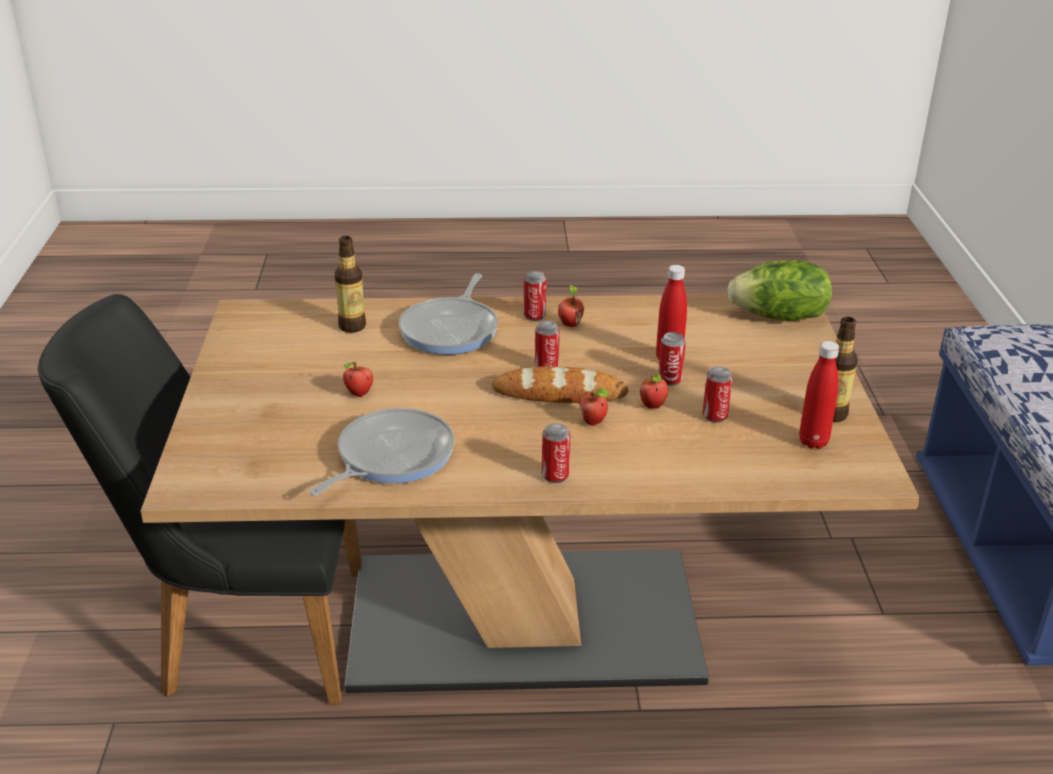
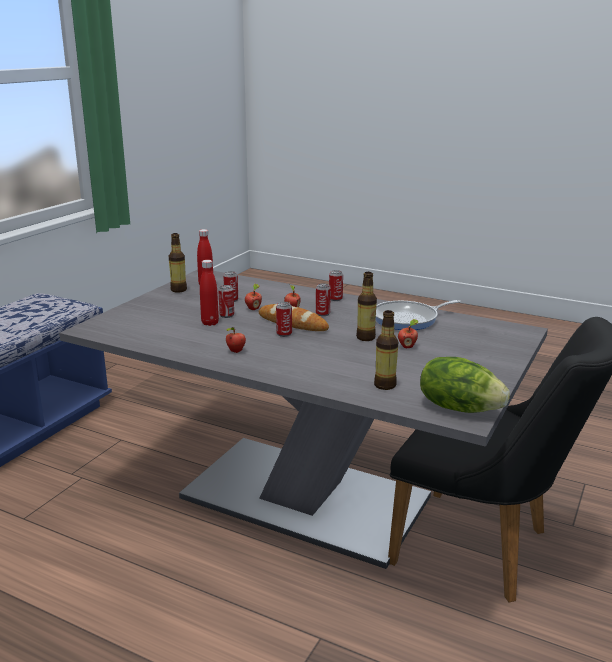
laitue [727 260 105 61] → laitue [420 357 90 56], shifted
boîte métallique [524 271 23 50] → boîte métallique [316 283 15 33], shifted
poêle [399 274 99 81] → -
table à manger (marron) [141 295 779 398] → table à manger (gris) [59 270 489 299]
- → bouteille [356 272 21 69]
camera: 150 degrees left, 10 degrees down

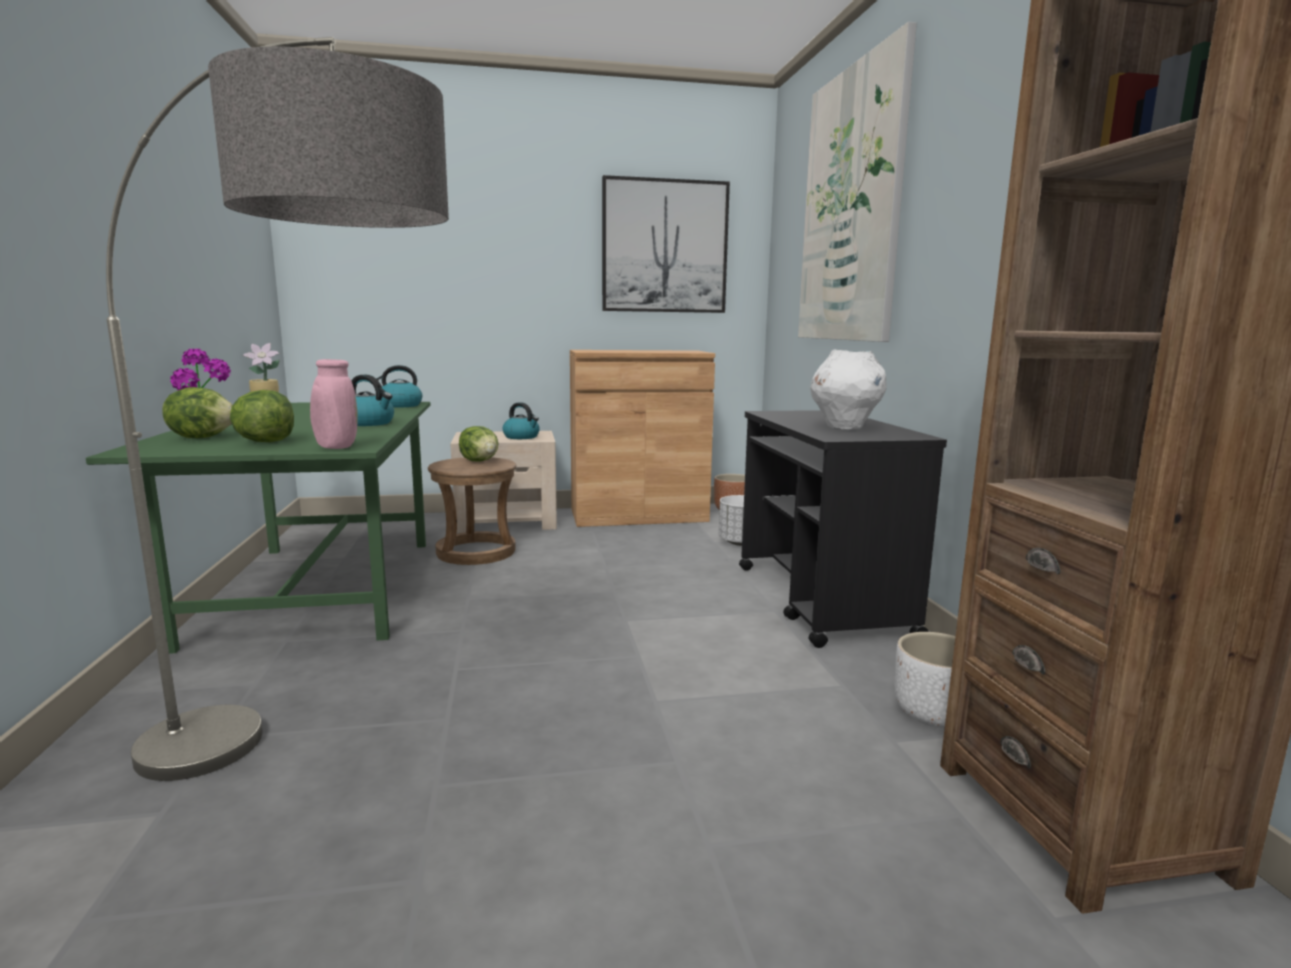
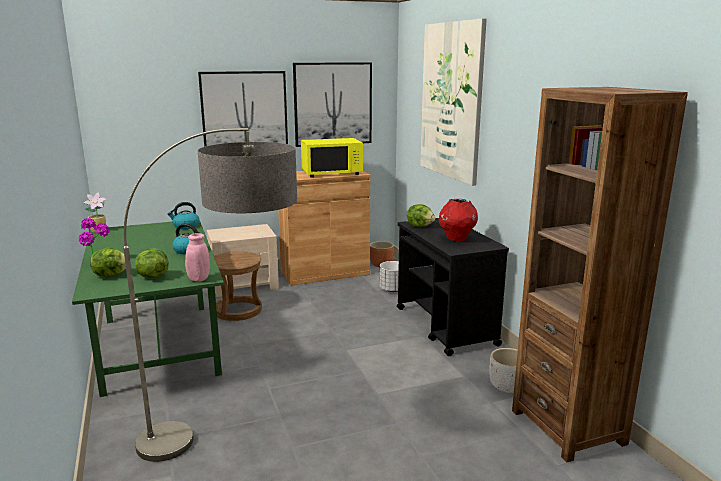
vase (blanc) [810 350 77 80] → vase (rouge) [438 199 40 43]
bouilloire [503 402 37 37] → -
laitue [459 426 40 35] → laitue [407 204 28 23], shifted
- → tableau [198 71 90 76]
- → micro-ondes (jaune) [301 138 62 39]
camera: 10 degrees left, 5 degrees up

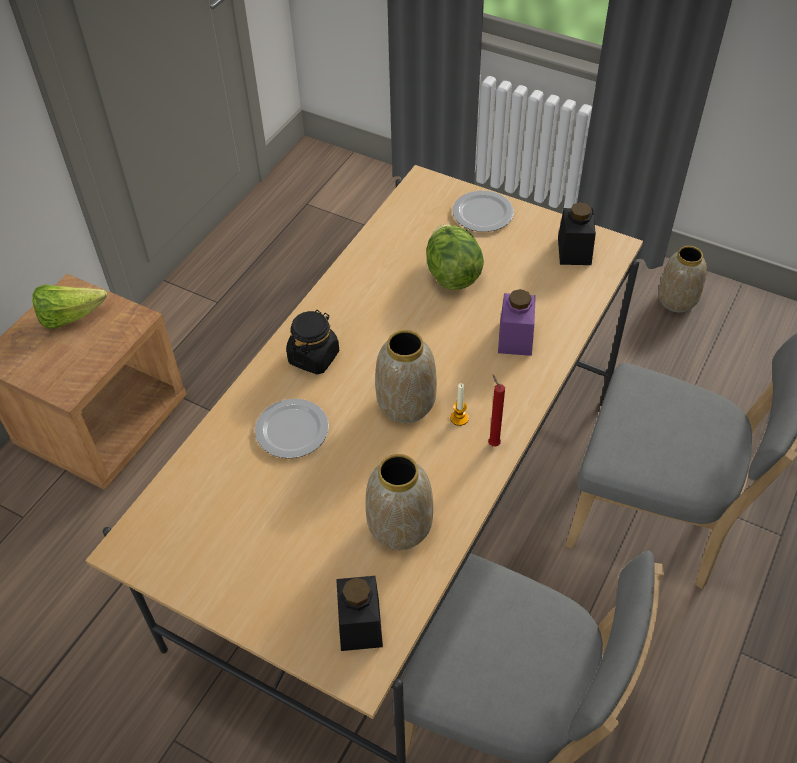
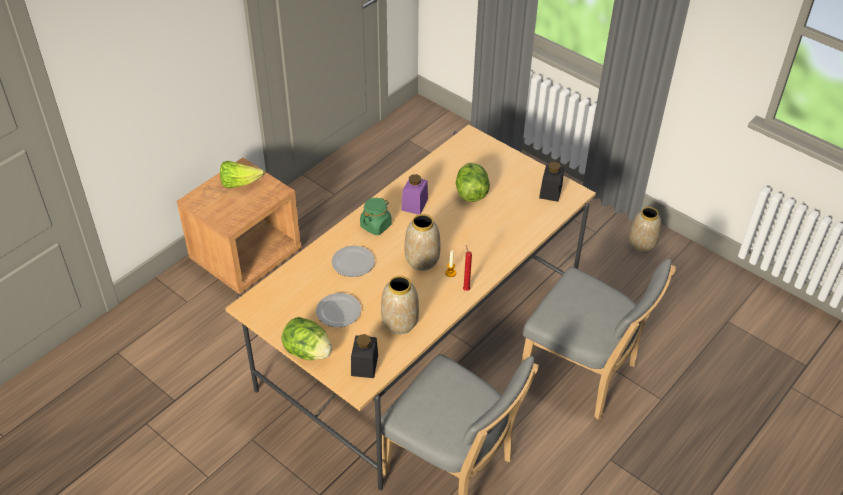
assiette [452 191 62 41] → assiette [316 293 45 34], shifted
bocal (violet) [498 289 38 67] → bocal (violet) [401 174 27 41], shifted
bocal (noir) [286 310 53 64] → bocal (vert) [360 198 31 37]
- → laitue [282 317 50 43]
camera: 10 degrees right, 5 degrees down

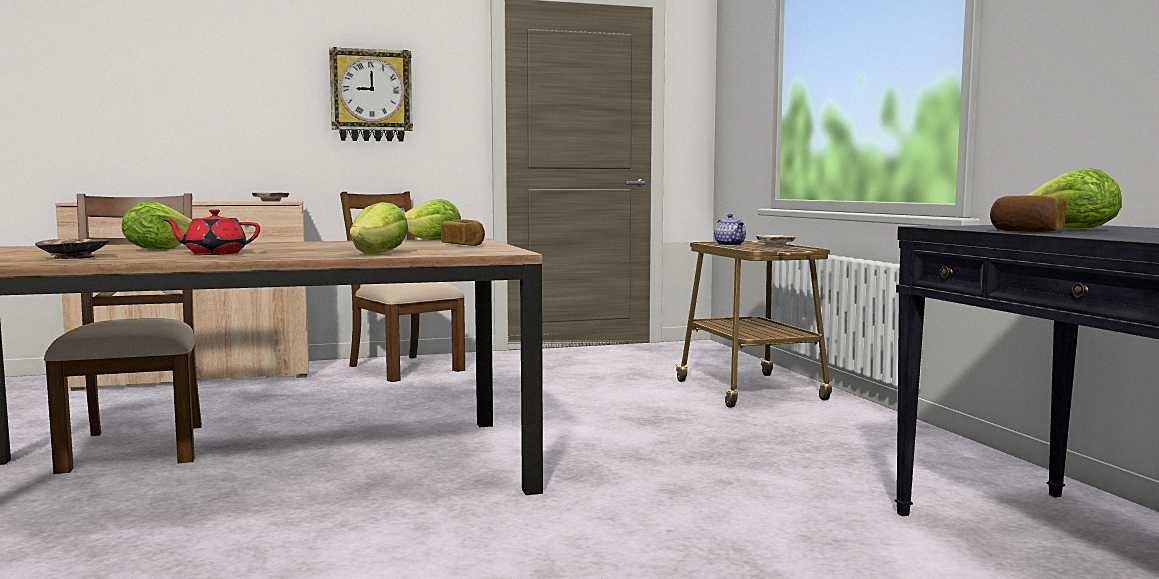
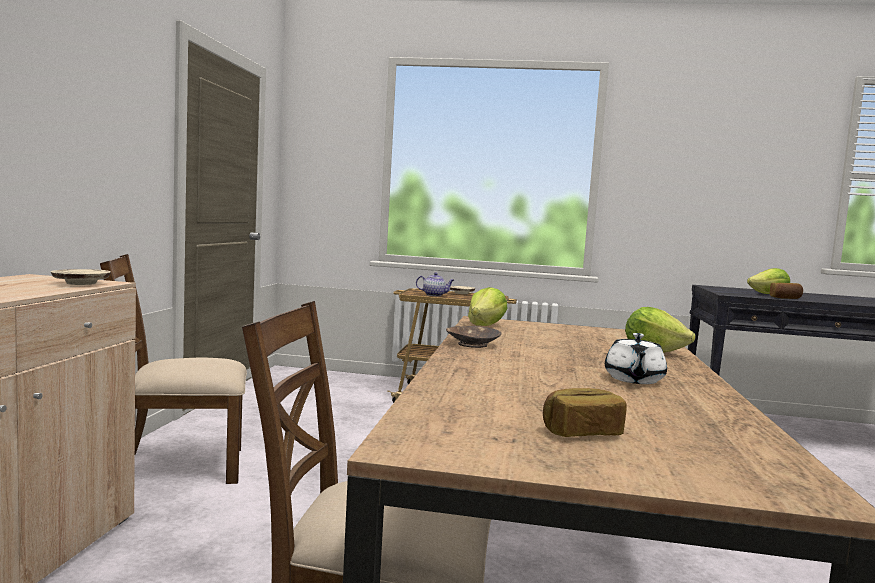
horloge murale [329 47 84 95] → -
laitue [122 201 70 49] → -
théière (rouge) [162 209 98 46] → théière (blanc) [605 333 62 51]
pain [441 220 44 26] → pain [543 388 84 49], shifted
bol (marron) [35 239 76 20] → bol (marron) [446 326 55 22], shifted
camera: 65 degrees left, 0 degrees up

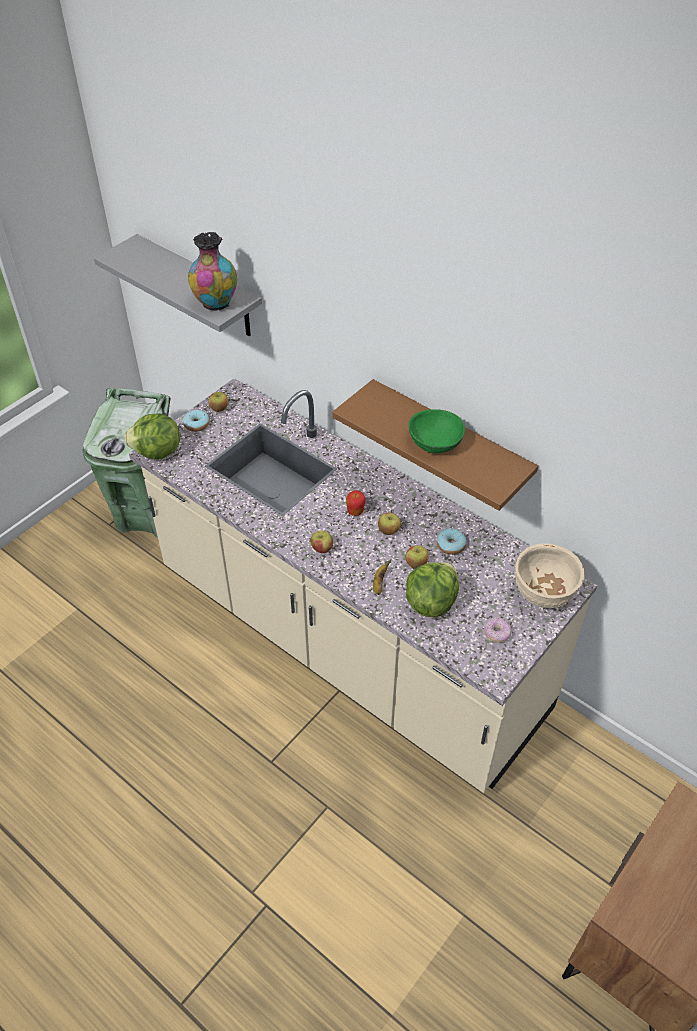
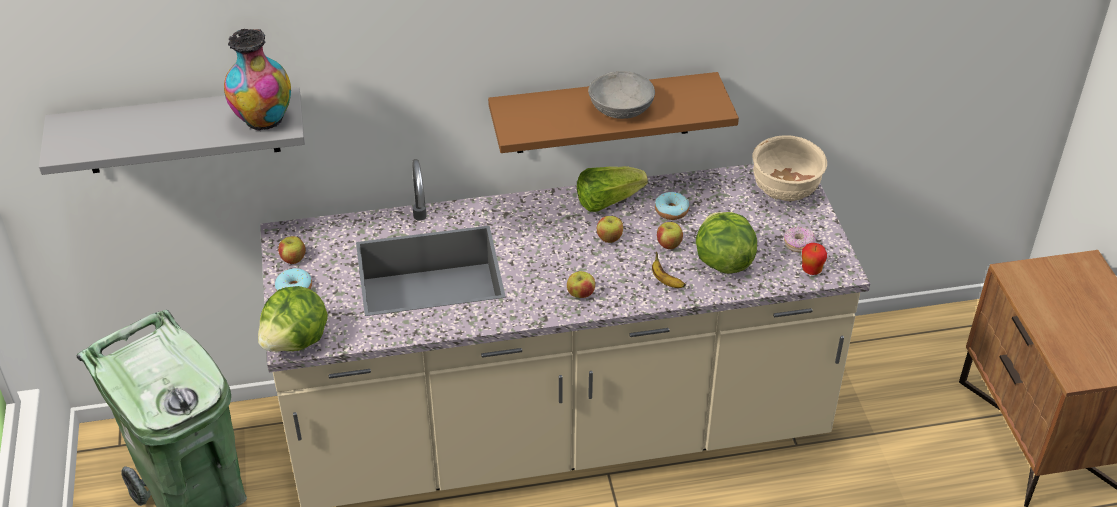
bol (vert) [408 409 57 44] → bol (gris) [588 71 67 48]
pomme [346 490 20 26] → pomme [802 243 25 32], shifted
- → laitue [577 166 71 46]
camera: 50 degrees left, 5 degrees down

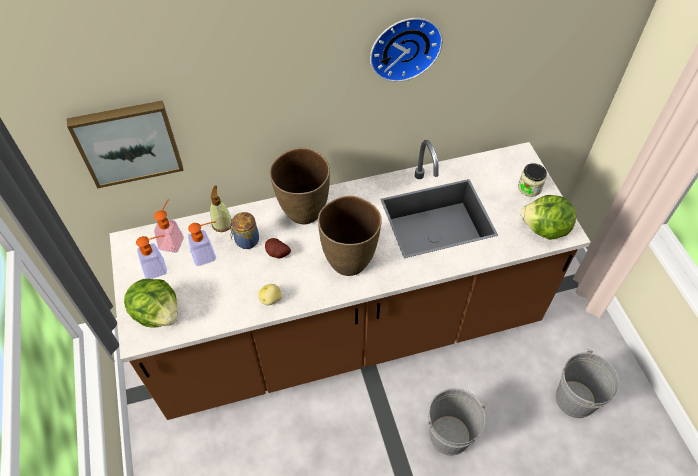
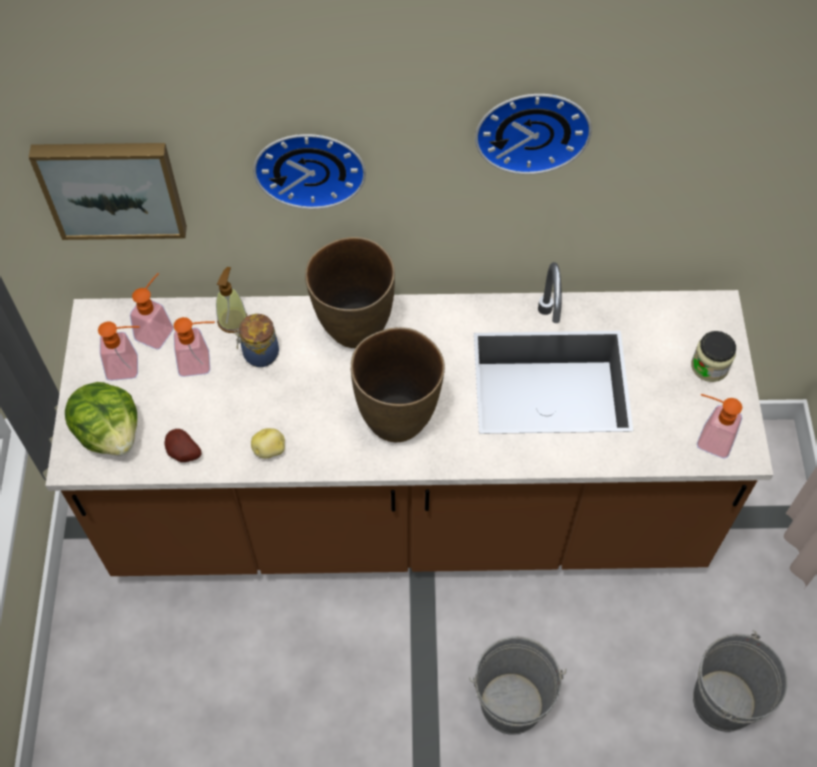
laitue [521 195 55 45] → distributeur de savon [697 394 45 65]
pomme de terre [265 238 26 21] → pomme de terre [164 429 38 33], shifted
- → horloge murale [253 134 113 75]
camera: 15 degrees right, 5 degrees up

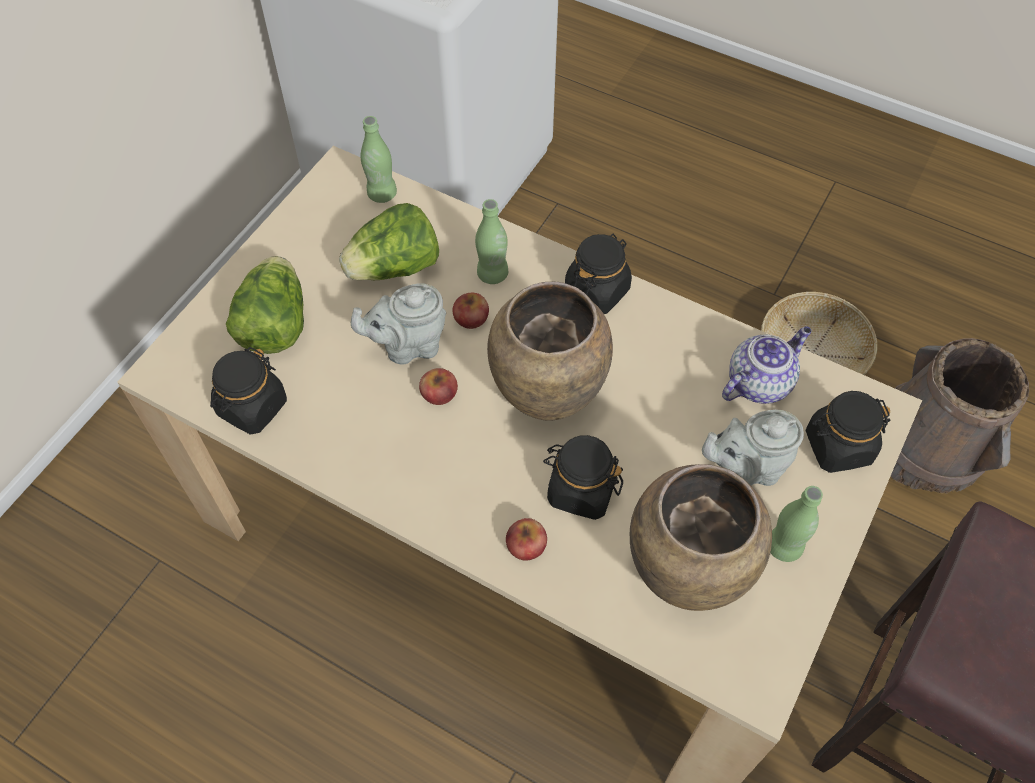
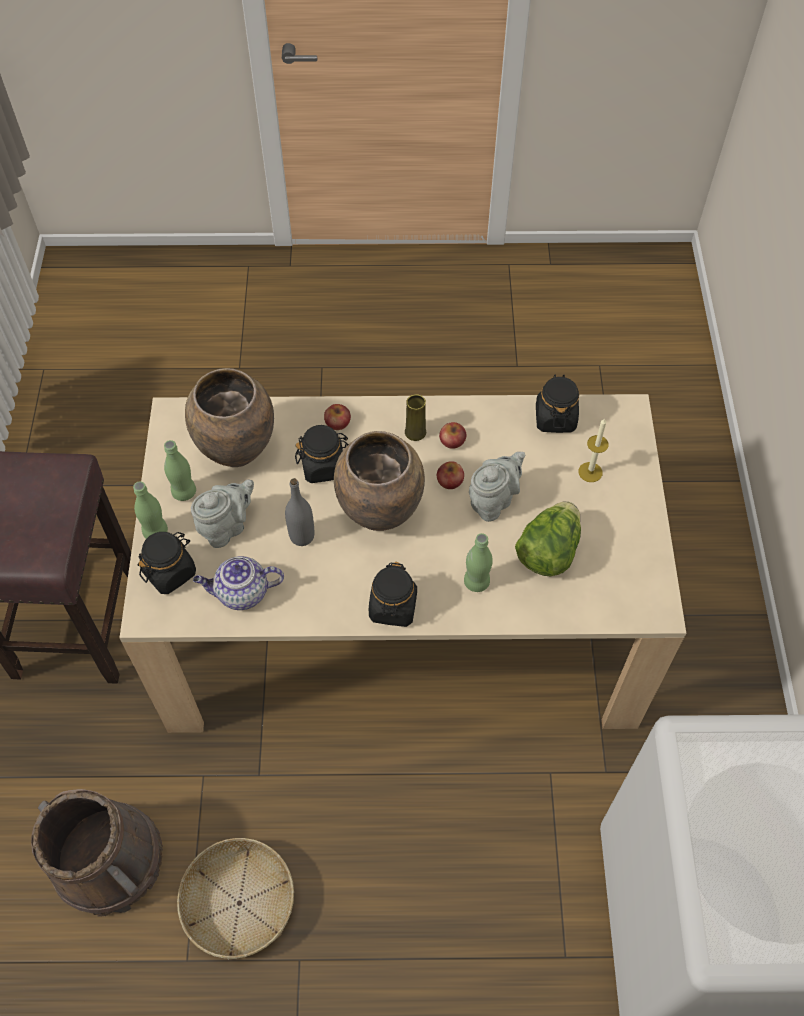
bouteille (vert) [361 116 36 87] → bouteille (vert) [133 481 35 58], shifted
laitue [226 256 78 98] → bougie [578 418 30 64]
pomme [452 293 37 36] → pomme [439 422 27 27], shifted
théière [722 326 89 78] → théière [193 556 91 54], 60 degrees clockwise
- → vase (jaune) [405 394 21 47]
- → bouteille (gris) [285 478 30 68]
camera: 150 degrees right, 0 degrees up

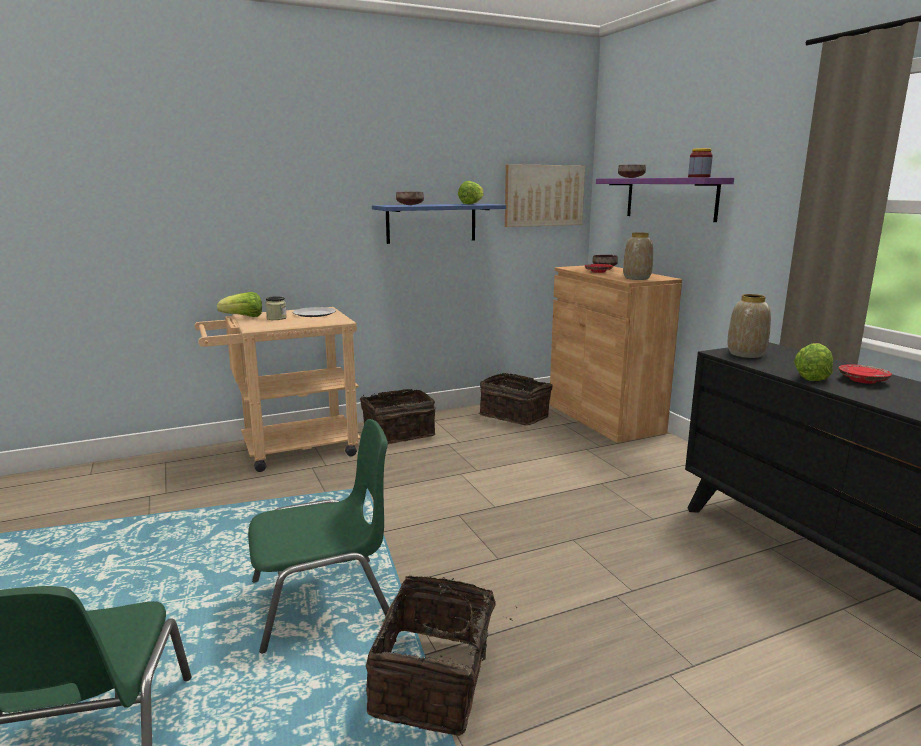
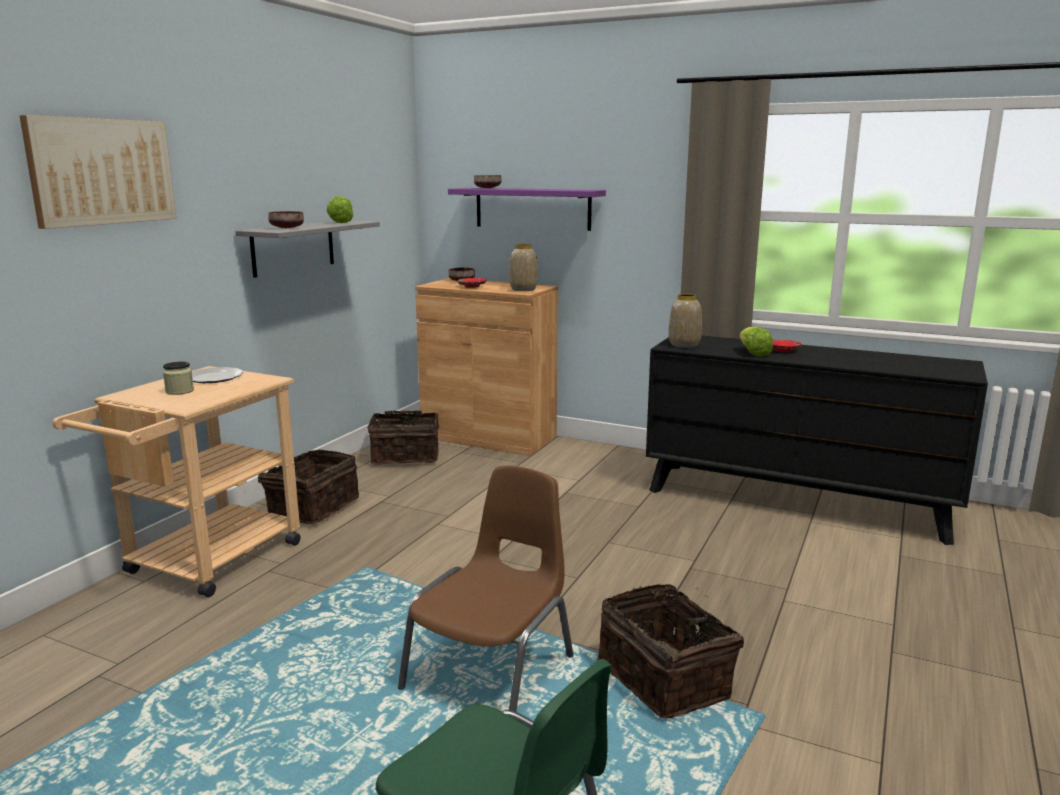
bocal [688 148 25 29] → -
tableau [505 164 80 63] → tableau [19 115 157 114], shifted
étagère (bleu) [372 204 134 40] → étagère (gris) [235 221 145 57]
laitue [217 292 45 25] → -
chaise (vert) [248 419 141 234] → chaise (marron) [398 465 176 247]
camera: 40 degrees left, 0 degrees up

